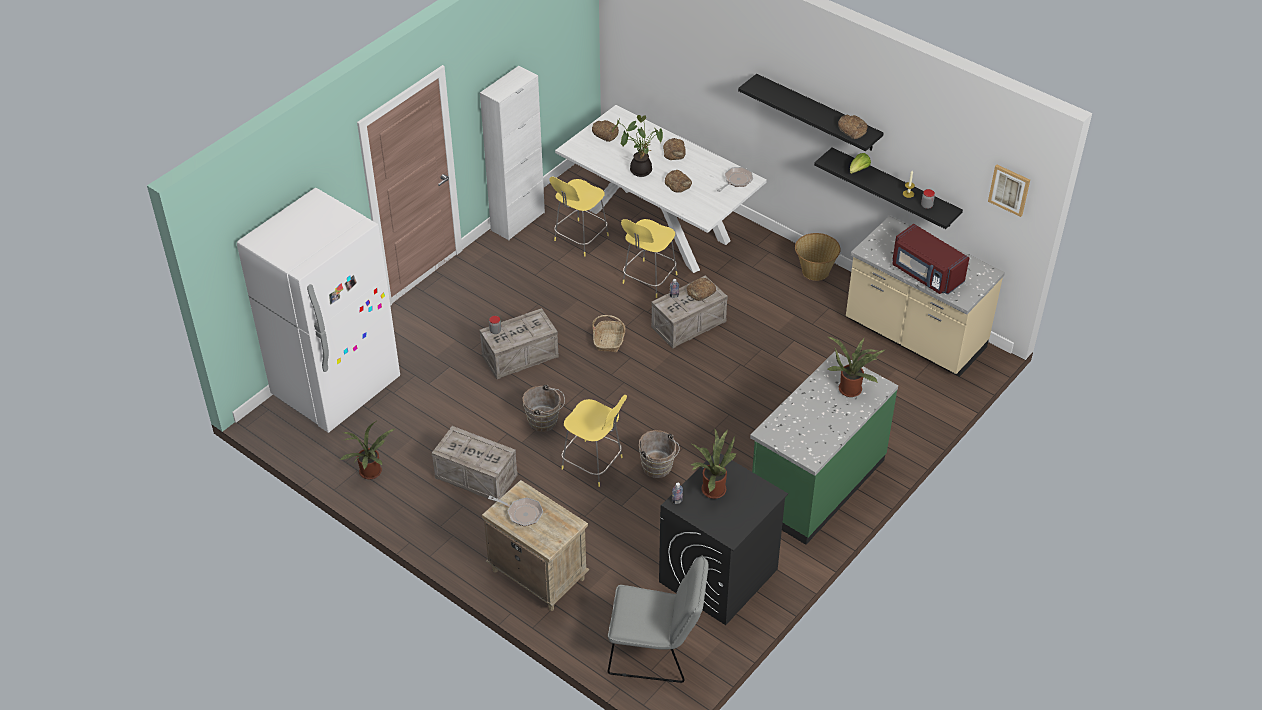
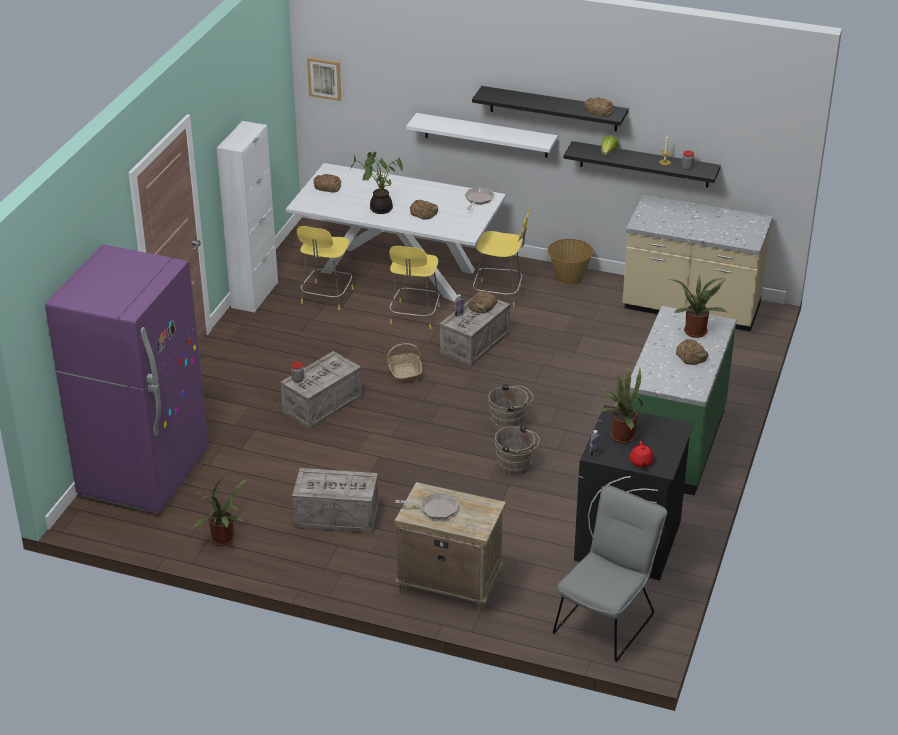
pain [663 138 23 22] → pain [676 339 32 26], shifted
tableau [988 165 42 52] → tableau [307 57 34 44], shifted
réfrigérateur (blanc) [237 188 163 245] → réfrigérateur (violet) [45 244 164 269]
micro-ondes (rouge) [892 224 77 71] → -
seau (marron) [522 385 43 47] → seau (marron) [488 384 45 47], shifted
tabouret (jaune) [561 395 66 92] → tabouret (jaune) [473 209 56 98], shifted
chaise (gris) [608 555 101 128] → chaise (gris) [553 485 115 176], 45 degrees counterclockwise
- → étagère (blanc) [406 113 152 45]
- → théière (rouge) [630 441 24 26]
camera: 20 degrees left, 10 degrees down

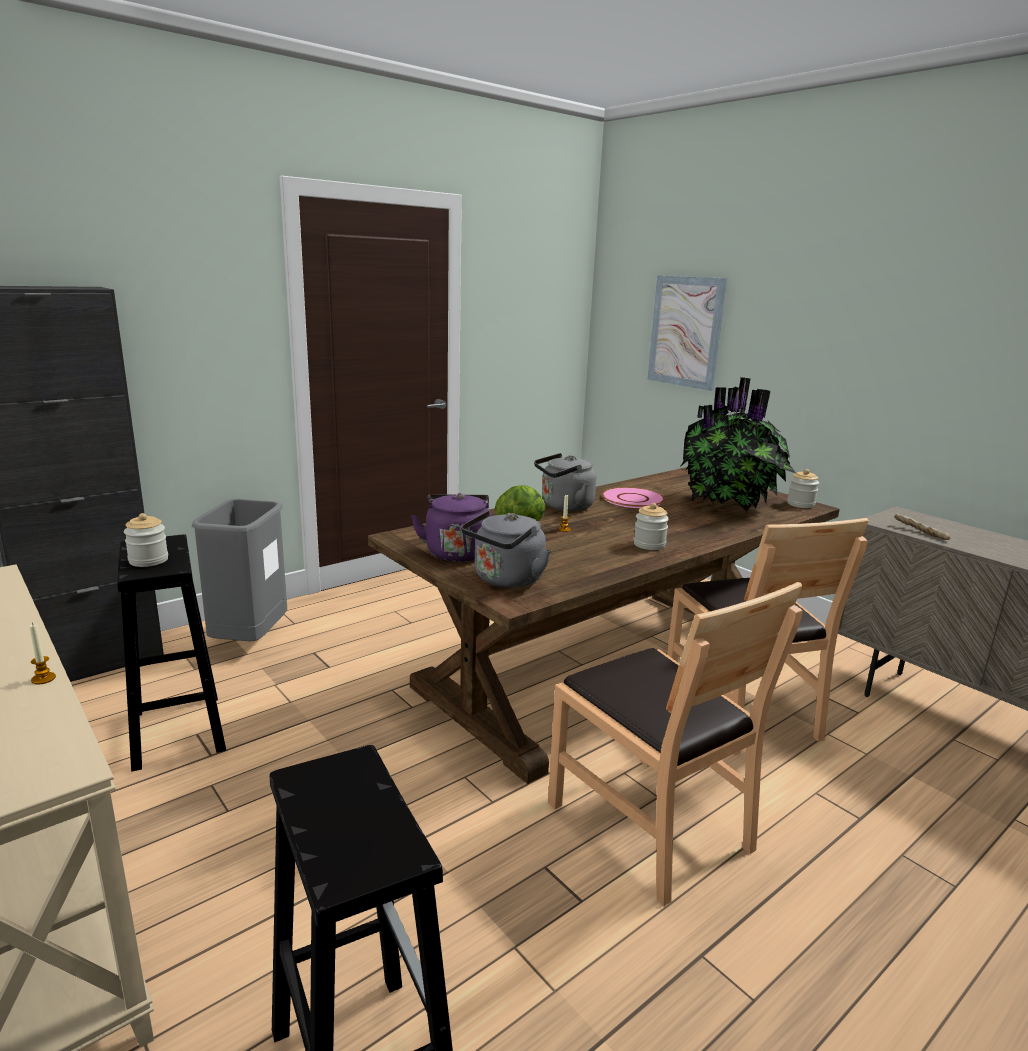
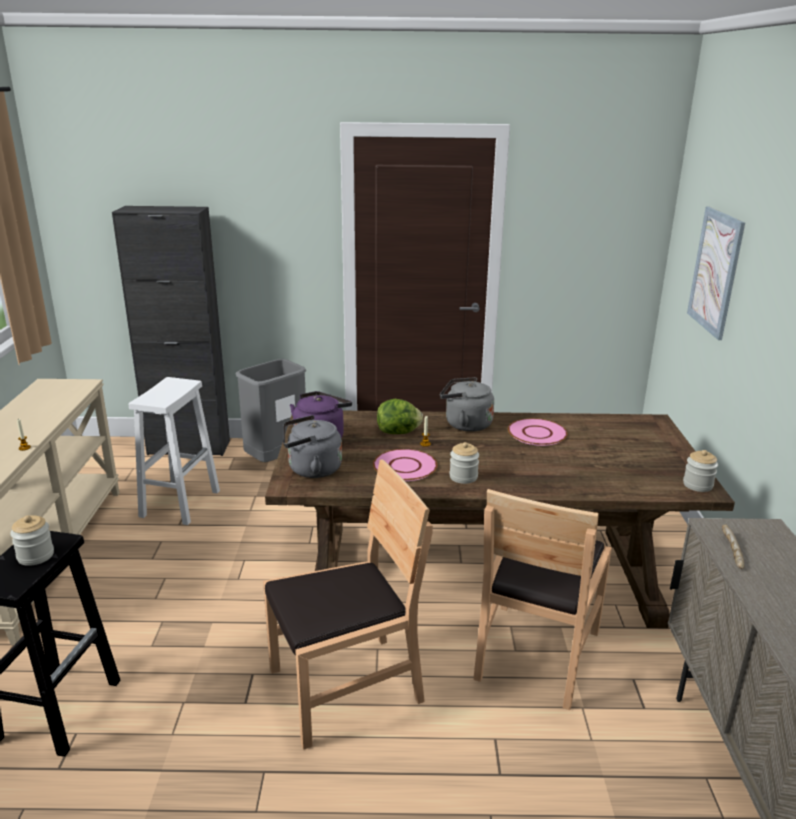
plante en pot [680 377 116 134] → -
bocal [124 513 44 54] → bocal [10 515 44 51], shifted
tabouret (noir) [117 535 109 237] → tabouret (blanc) [129 377 91 148]
chaise (marron) [548 582 255 324] → chaise (marron) [263 459 170 291], 120 degrees counterclockwise
- → assiette (rose) [373 449 64 32]
camera: 40 degrees right, 5 degrees up

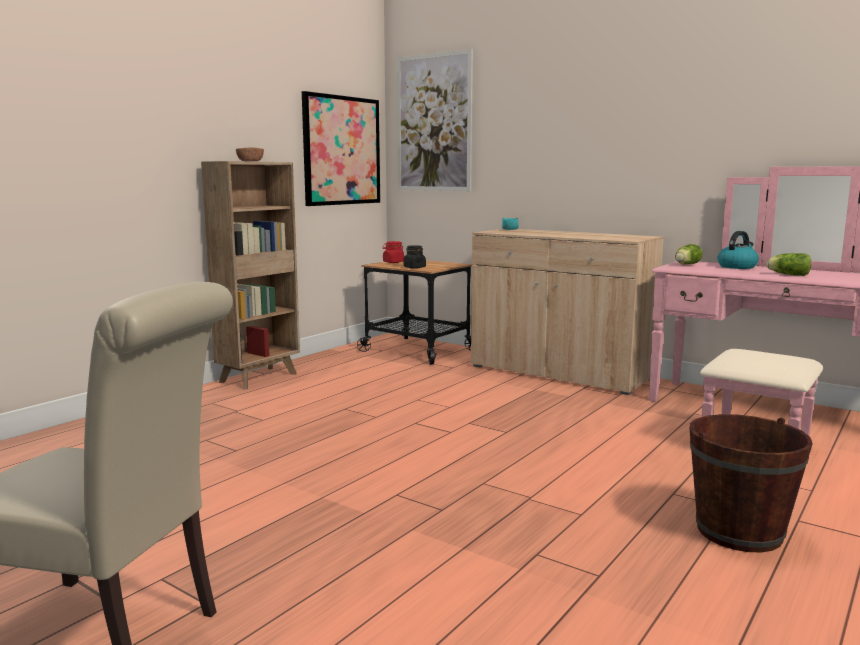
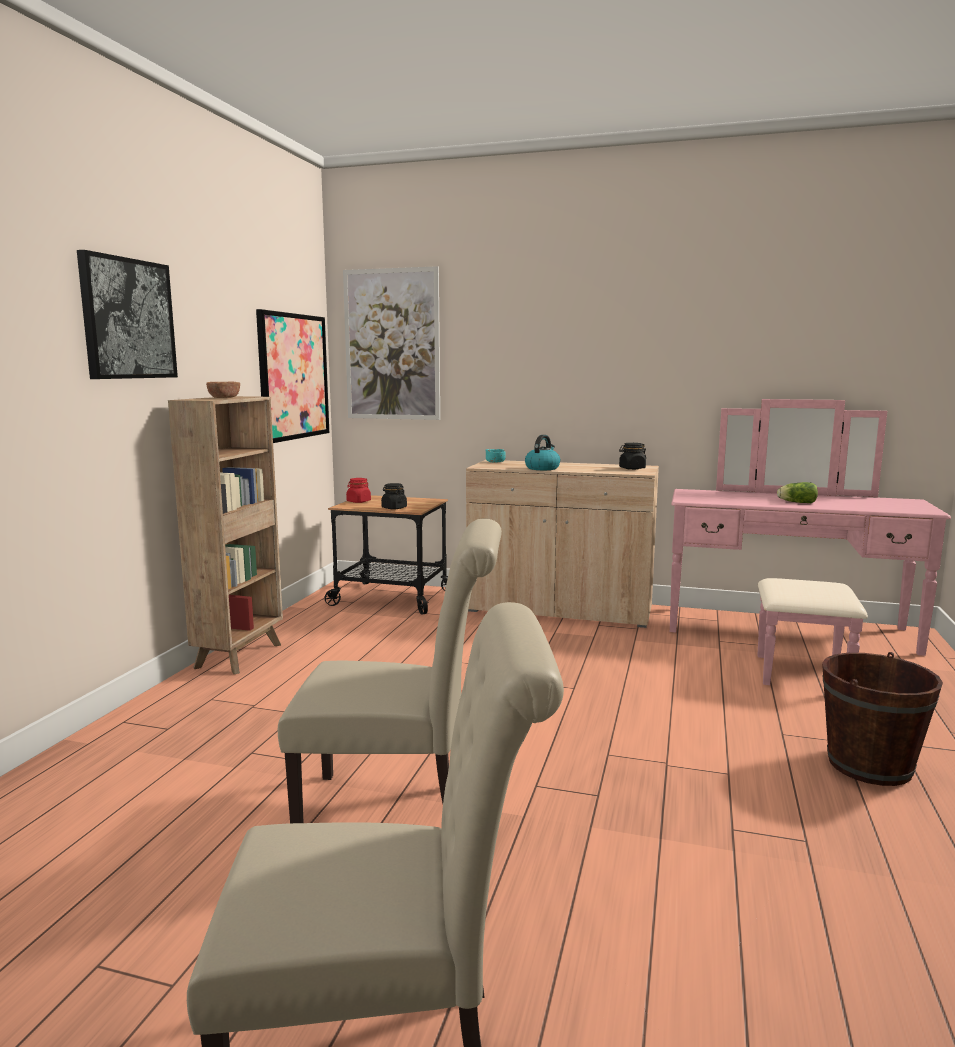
bouilloire [718 231 41 38] → bouilloire [525 435 35 35], shifted
laitue [675 244 28 20] → -
- → tableau [77 250 101 129]
- → bocal (noir) [619 443 27 27]
- → chaise (beige) [278 519 224 304]
camera: 20 degrees left, 0 degrees up

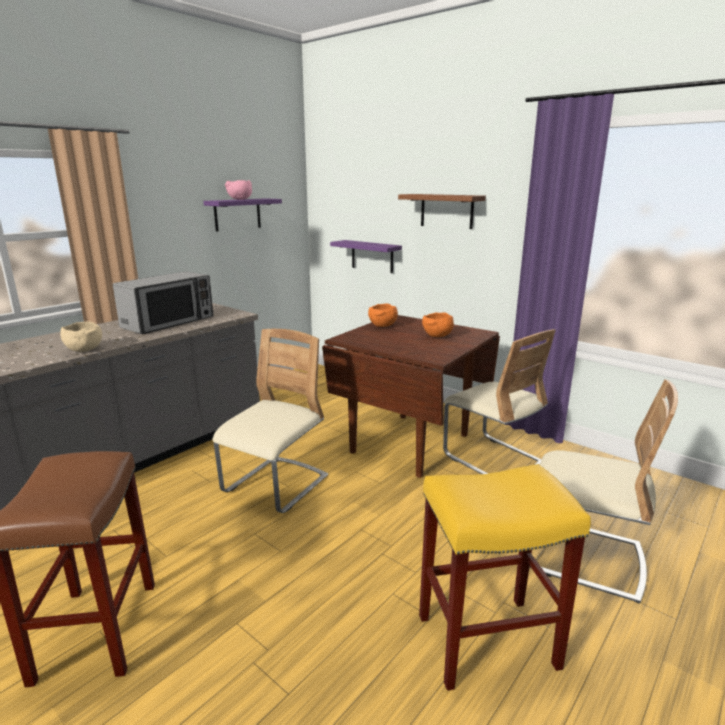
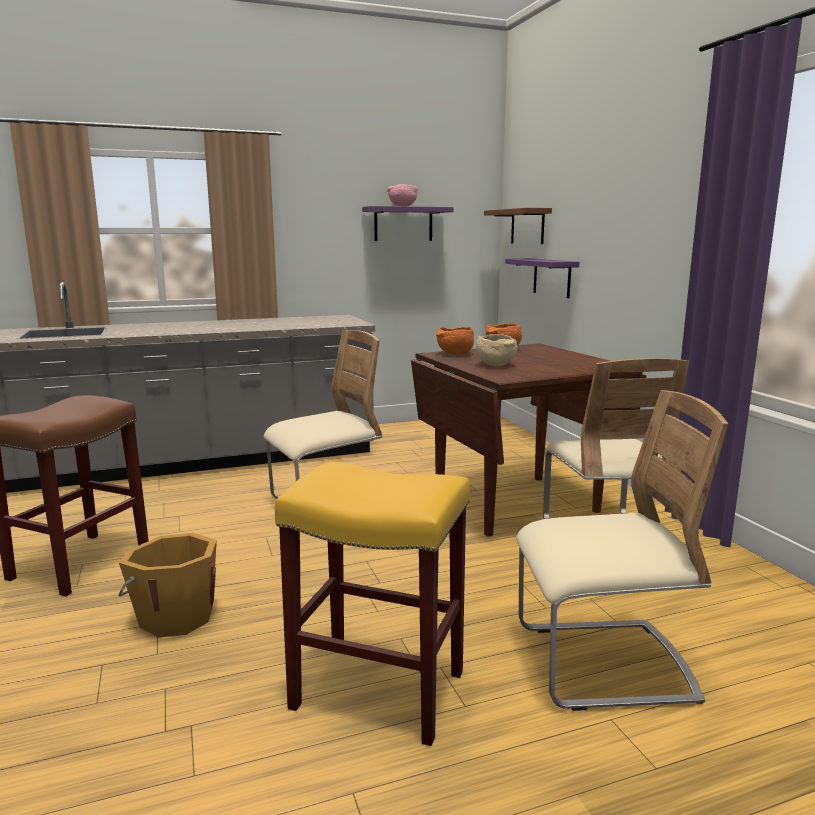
étagère (marron) [398 194 88 35] → étagère (marron) [484 208 68 36], shifted
micro-ondes [112 271 101 63] → -
bol (orange) [422 312 32 25] → bol (orange) [436 327 38 28], shifted
bol (beige) [60 322 42 30] → bol (beige) [476 334 42 32], shifted
chaise (beige) [540 379 138 224] → chaise (beige) [516 390 212 321], 60 degrees counterclockwise
- → seau (orange) [118 533 99 104]
camera: 30 degrees right, 5 degrees down

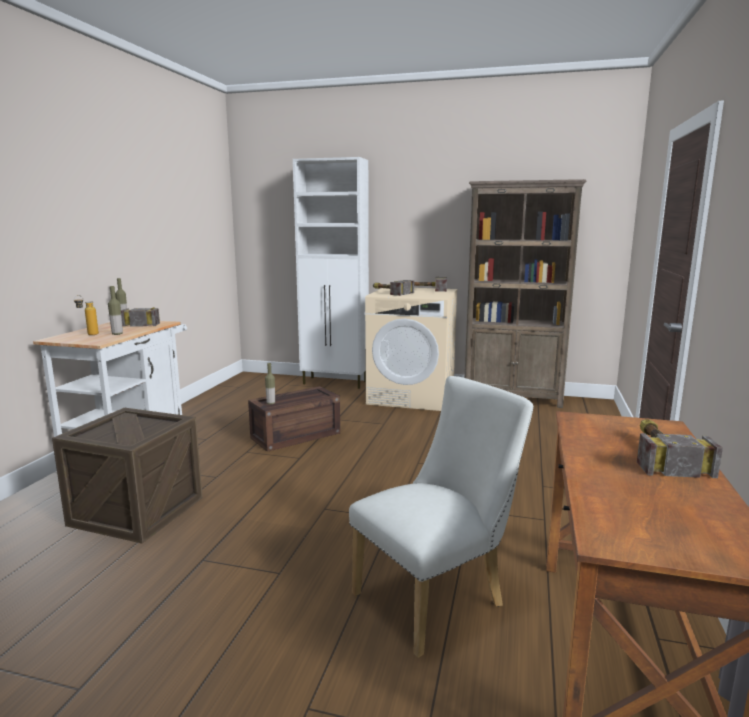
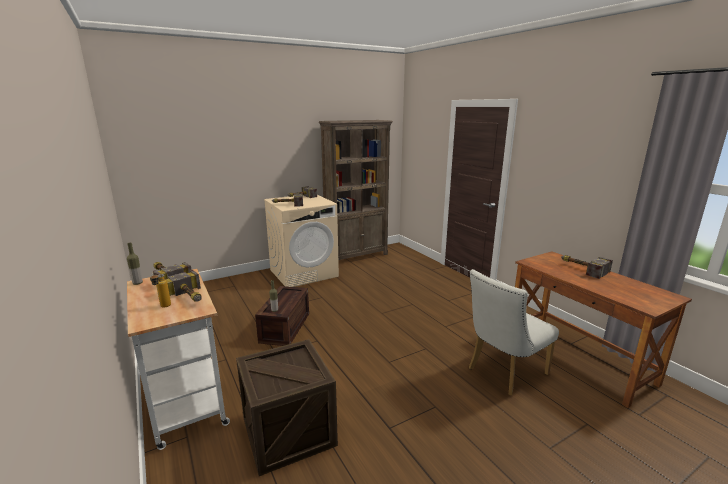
meuble de rangement (blanc) [293 157 76 232] → -
bouteille [108 286 15 49] → marteau [165 270 37 32]
chaise (blanc) [349 376 185 282] → chaise (blanc) [469 269 90 127], 135 degrees counterclockwise
camera: 45 degrees left, 5 degrees up

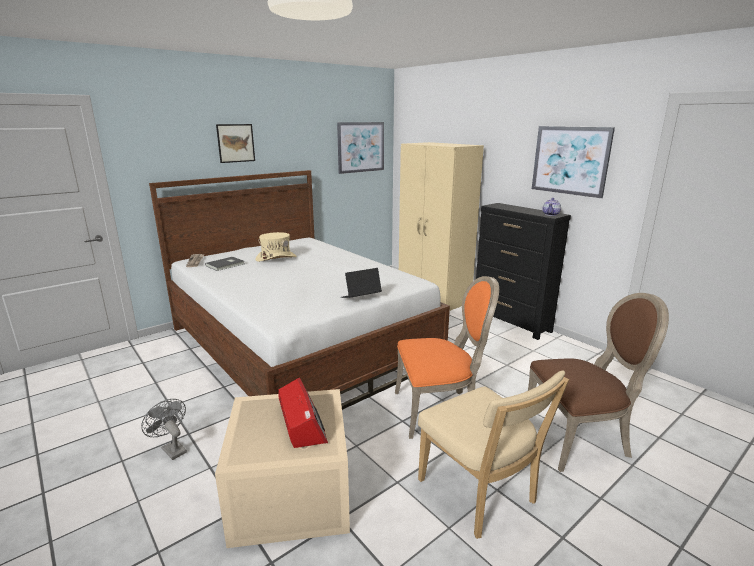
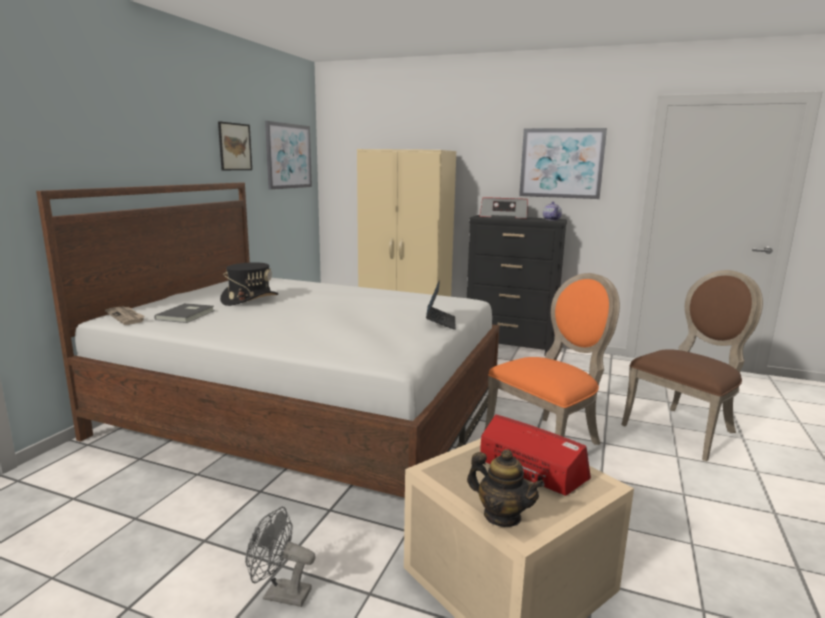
tableau [216 124 39 39] → tableau [218 121 34 49], shifted
chapeau (beige) [256 232 41 30] → chapeau (noir) [220 262 58 44]
ordinateur portable [341 268 41 30] → ordinateur portable [426 280 30 50], 150 degrees clockwise
chaise (beige) [418 370 151 169] → -
- → radio [480 197 48 22]
- → théière [467 449 78 78]
camera: 30 degrees left, 5 degrees down

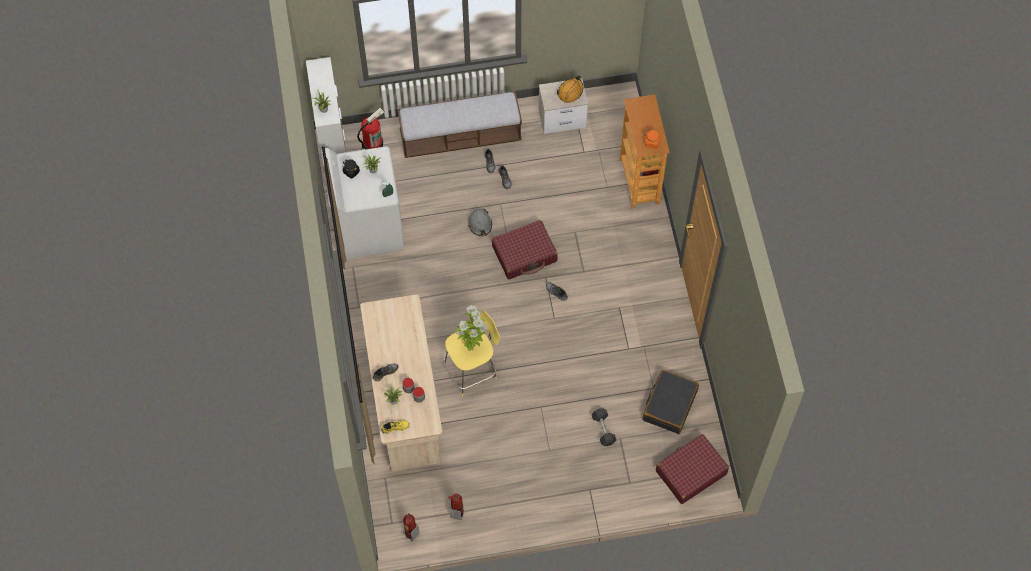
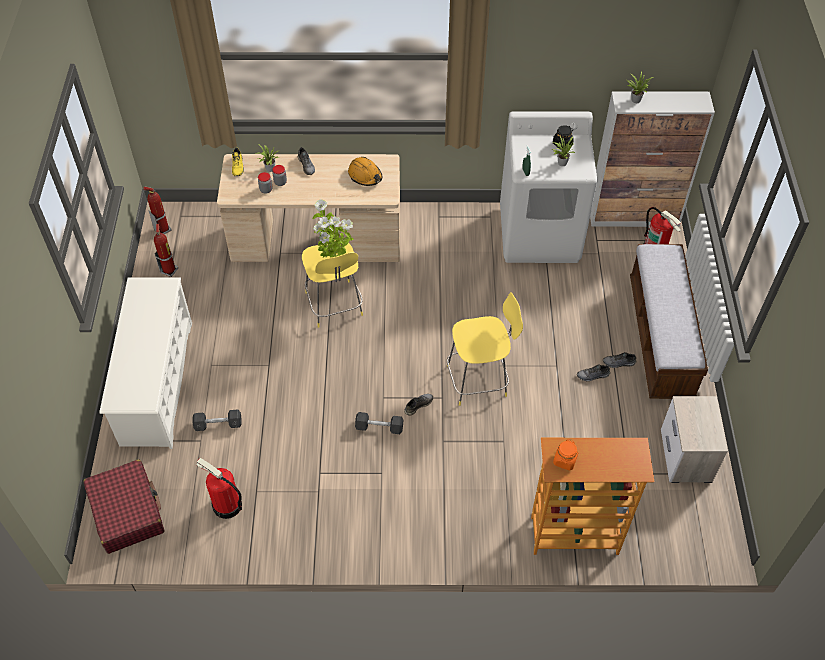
casque de chantier (orange) [557 75 26 28] → casque de chantier (orange) [348 157 34 29], shifted
casque de chantier (gris) [468 209 24 27] → -
valise (rouge) [492 220 66 59] → tabouret (jaune) [447 292 76 114]
valise (noir) [643 370 56 64] → extincteur [196 458 46 61]
- → étagère à chaussures (blanc) [100 277 92 172]
- → haltère (gris) [355 412 48 22]
camera: 100 degrees right, 10 degrees down

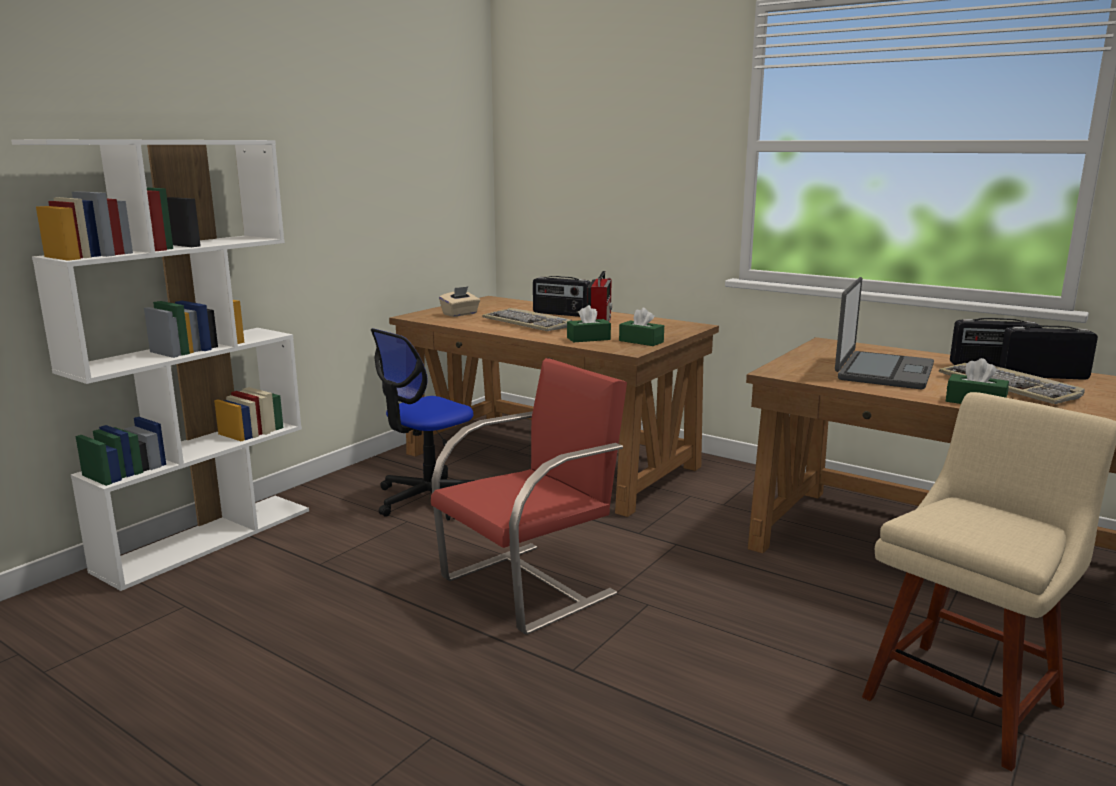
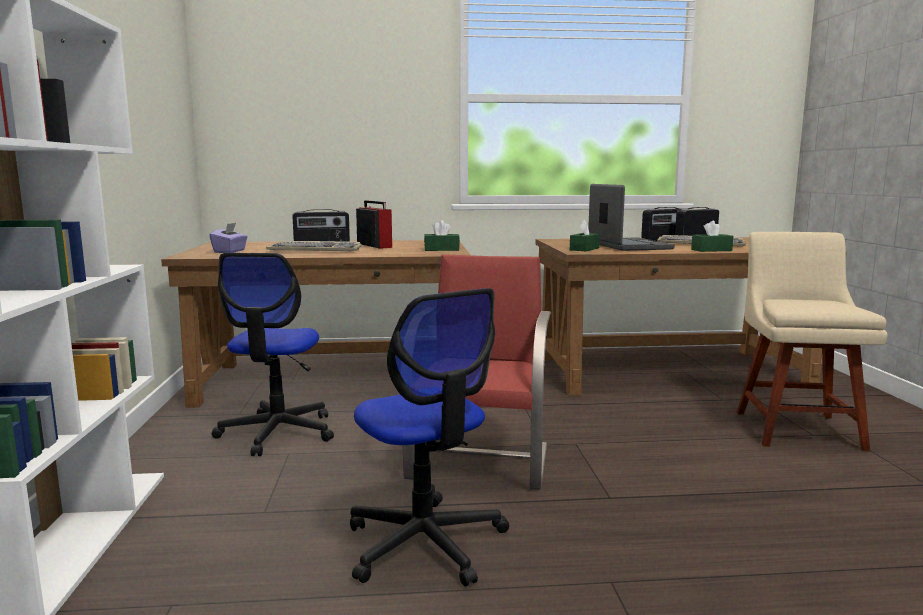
boîte à mouchoirs (beige) [439 286 41 31] → boîte à mouchoirs (violet) [209 223 39 30]
boîte à mouchoirs (vert) [567 305 44 37] → boîte à mouchoirs (vert) [570 220 30 31], shifted
- → chaise de bureau [350 288 159 298]
camera: 40 degrees left, 5 degrees down

